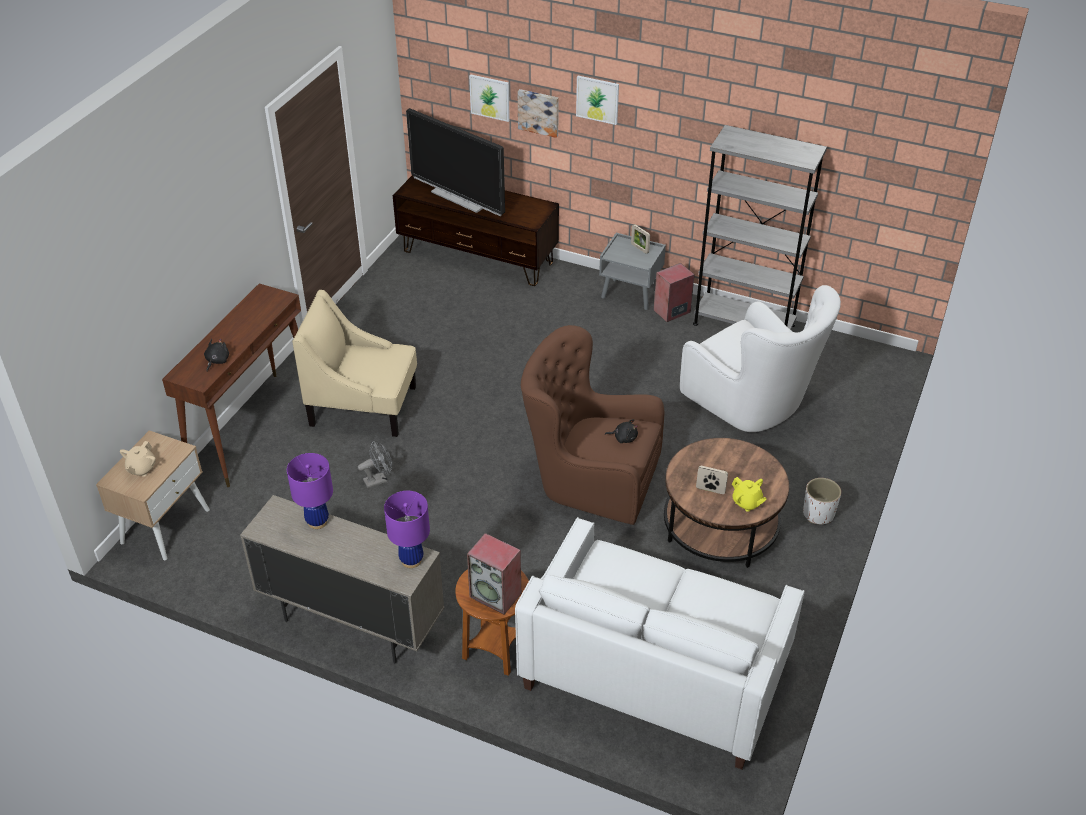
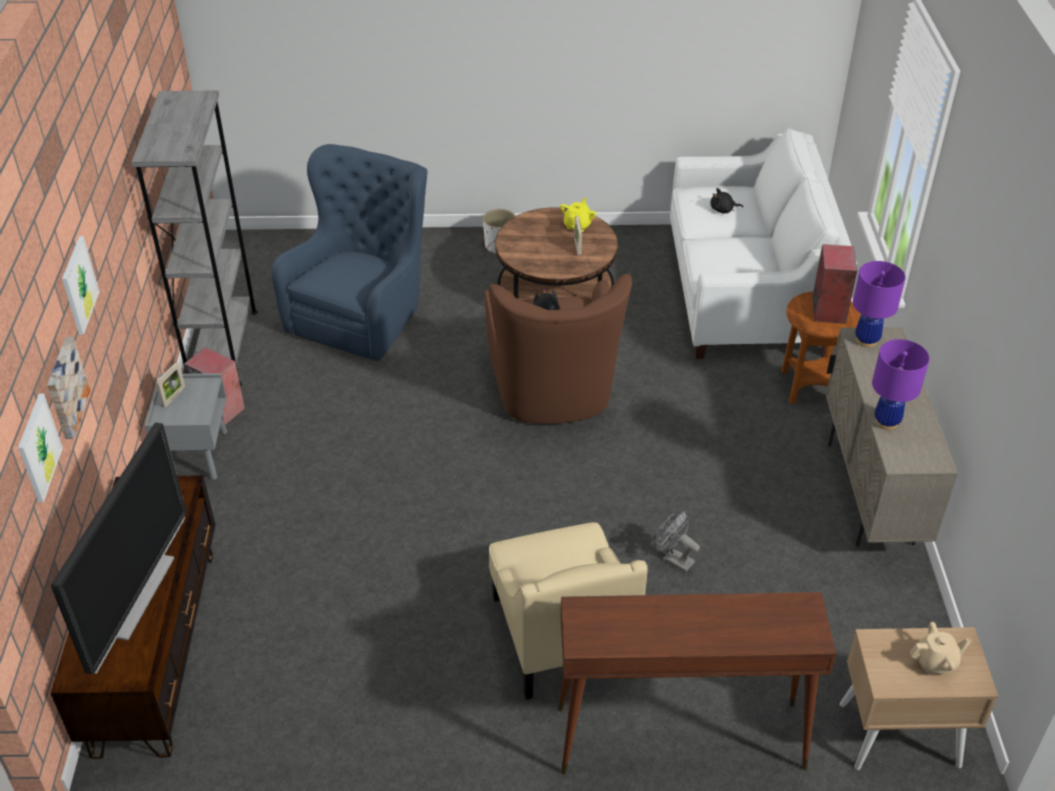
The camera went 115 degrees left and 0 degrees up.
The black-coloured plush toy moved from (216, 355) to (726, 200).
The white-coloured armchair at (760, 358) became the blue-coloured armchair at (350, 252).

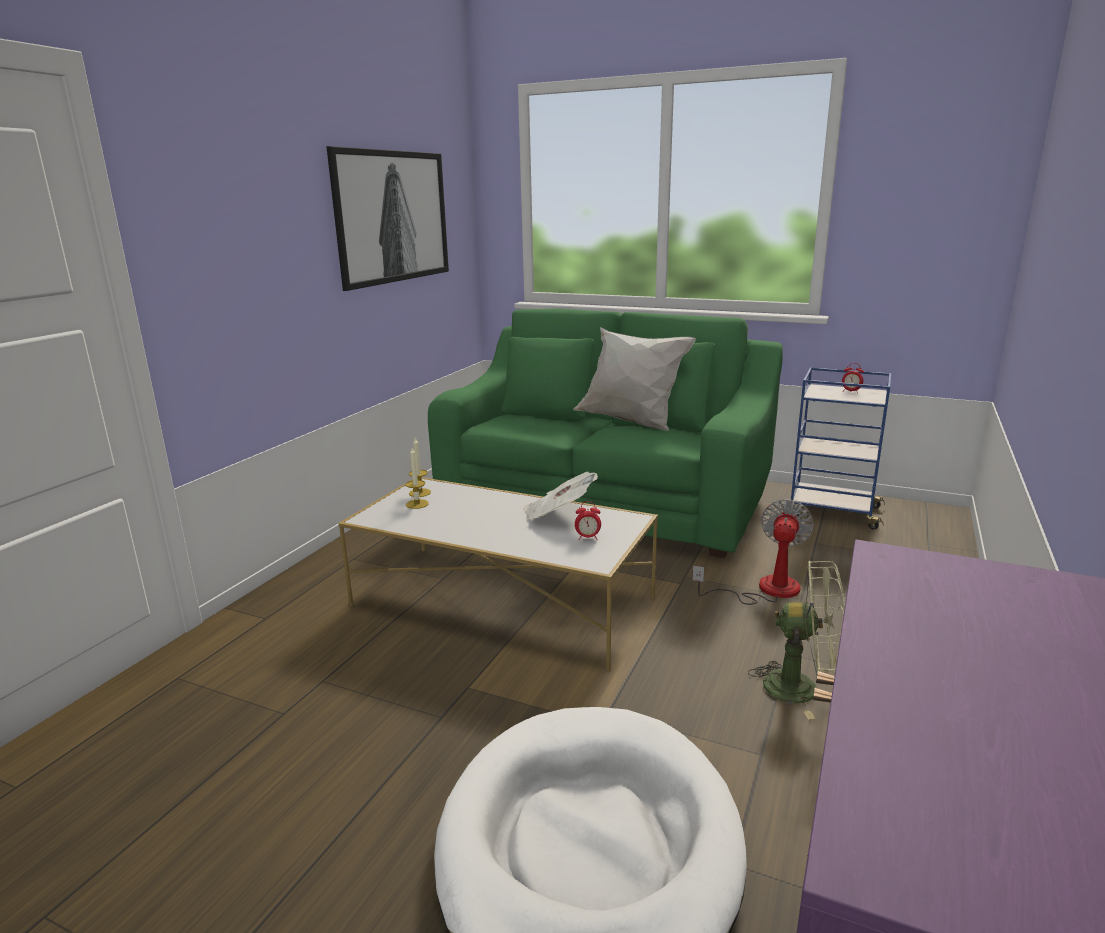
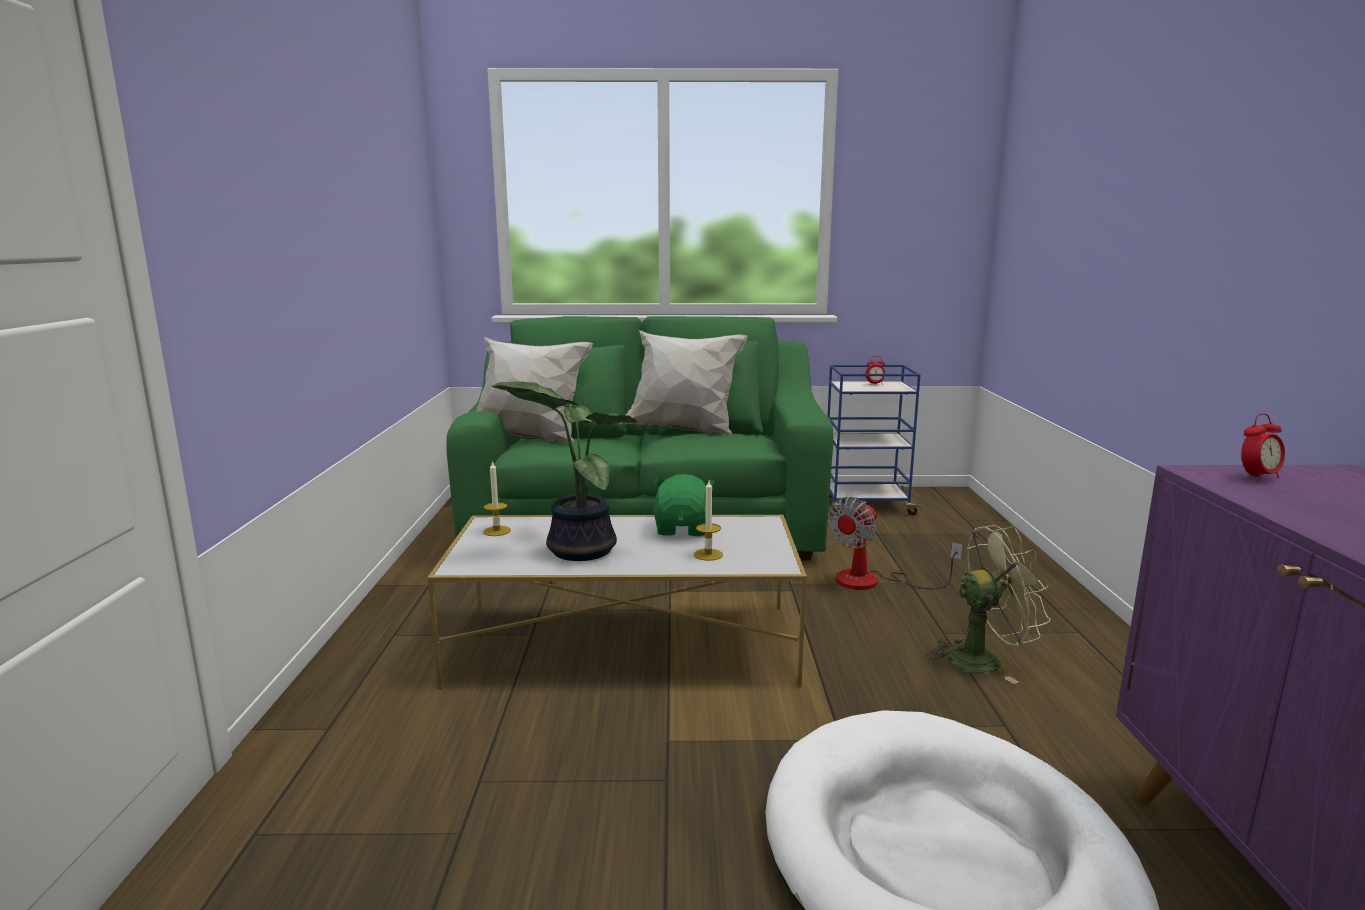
The camera went 25 degrees left and 5 degrees down.
The picture at (387, 218) disappeared.
The wax light moved from (417, 478) to (708, 521).
The printed paper at (560, 496) was replaced by the greenish plush toy at (684, 505).
The table clock moved from (588, 520) to (1263, 447).
The fan at (753, 552) turned 135 degrees counterclockwise.
The white-coloured pillow at (535, 390) appeared.
The potted plant at (566, 471) appeared.

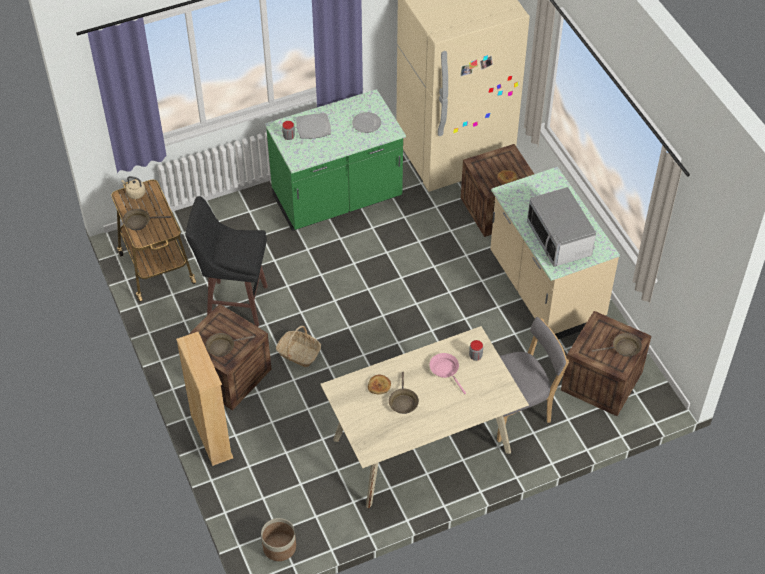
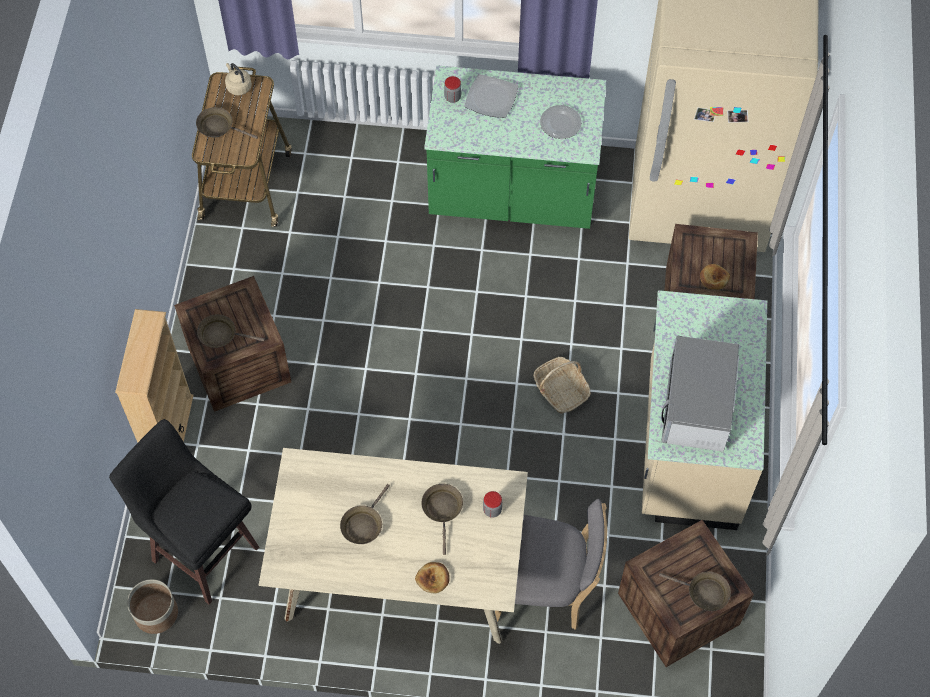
The camera went 30 degrees right and 10 degrees up.
The black-coloured sitting stool moved from (227, 261) to (184, 511).
The storage basket moved from (298, 346) to (562, 385).
The bread moved from (379, 384) to (432, 578).
The pinkish skillet at (448, 373) became the brownish skillet at (442, 519).

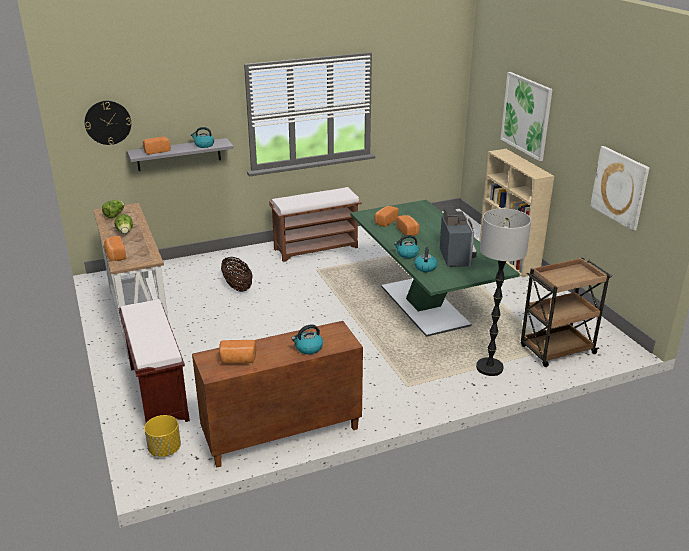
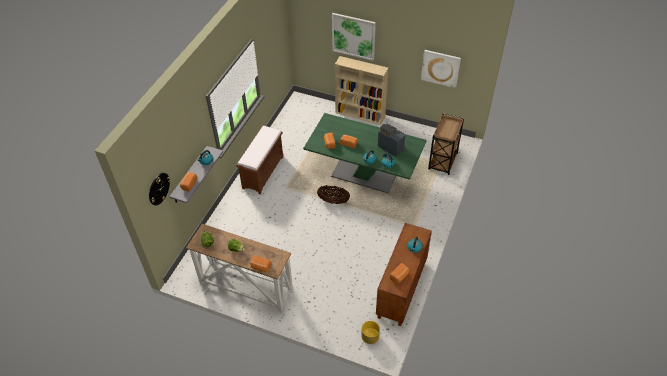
The camera went 45 degrees left and 20 degrees up.
The brownish long seat at (154, 361) disappeared.
The storage basket moved from (236, 274) to (333, 194).
The standard lamp at (503, 292) disappeared.

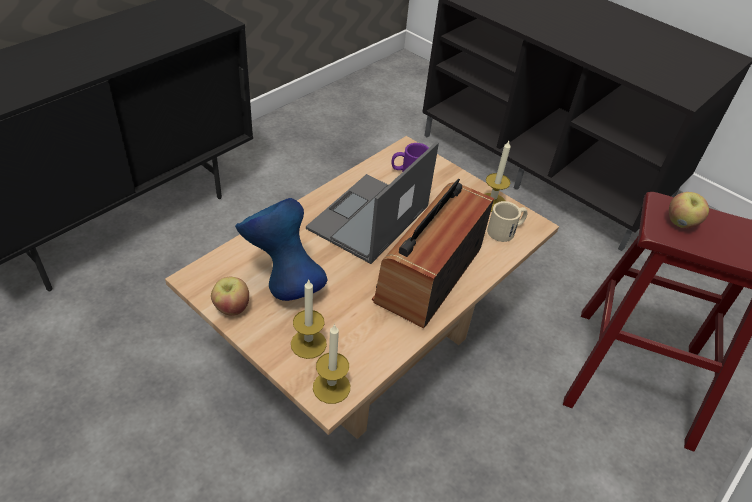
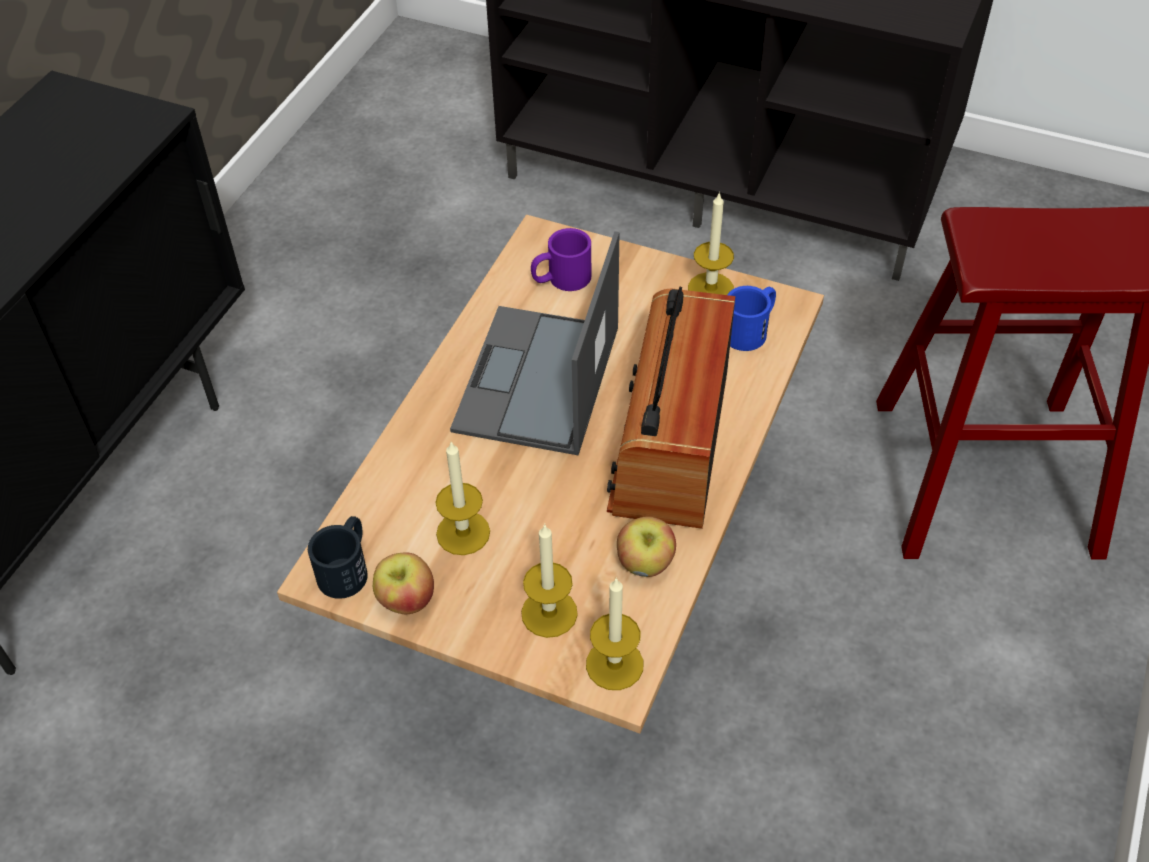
The camera went 15 degrees left and 5 degrees up.
The blue-coloured flower vase at (281, 249) was replaced by the wax light at (462, 498).
The beige-coloured mug at (507, 221) became the blue-coloured mug at (751, 318).
The apple fruit moved from (689, 210) to (646, 546).
The black-coloured mug at (338, 557) appeared.

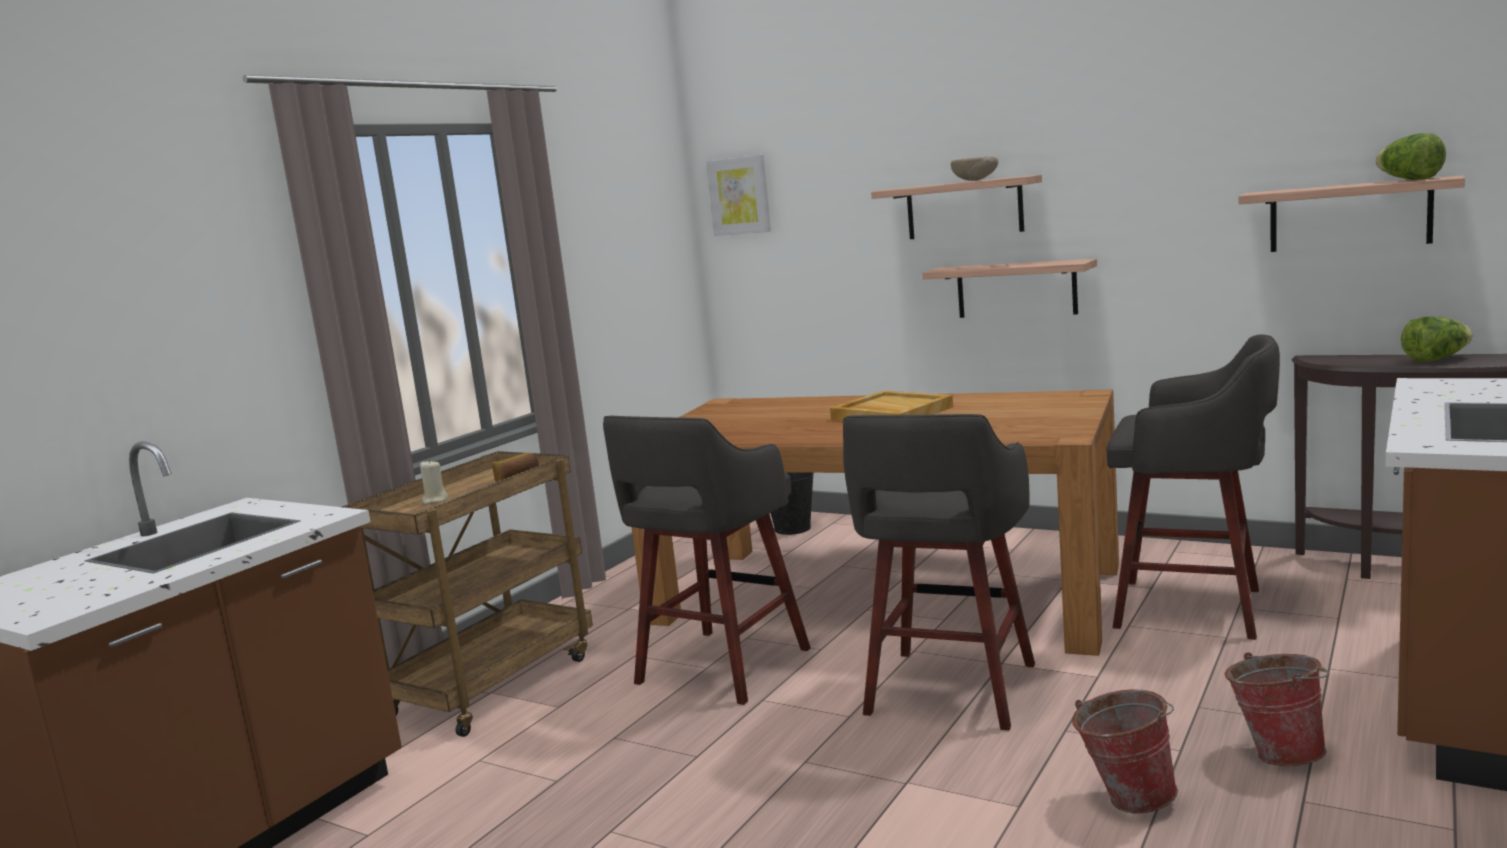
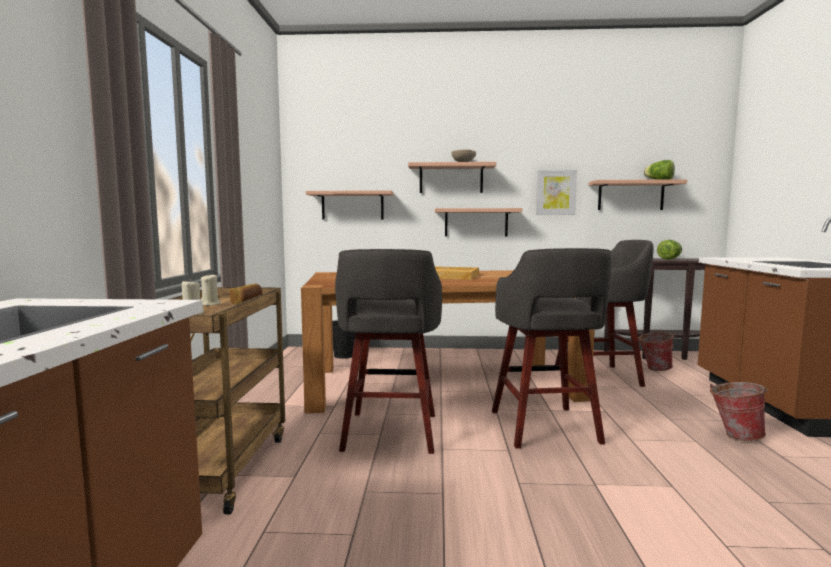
The camera went 30 degrees left and 5 degrees down.
The picture moved from (738, 195) to (556, 192).
The bucket moved from (1125, 751) to (656, 351).
The beige-coloured wax light at (211, 290) appeared.
The shelf at (350, 205) appeared.

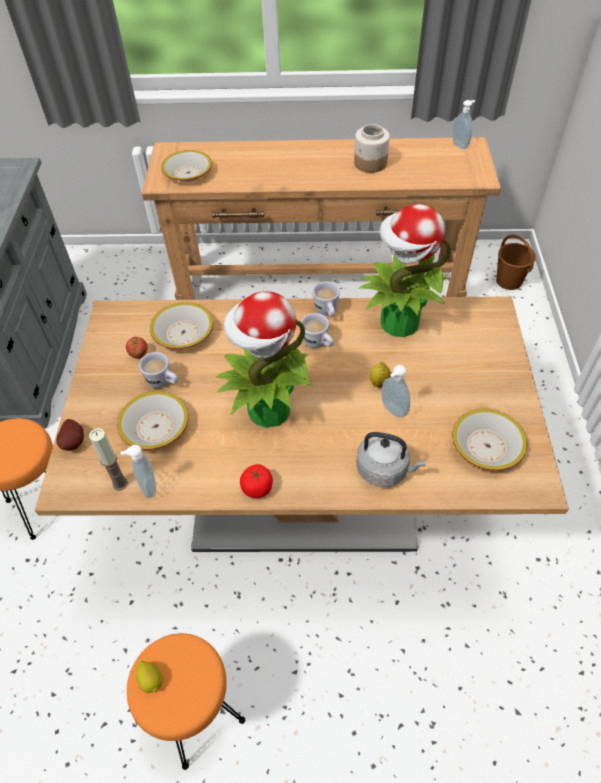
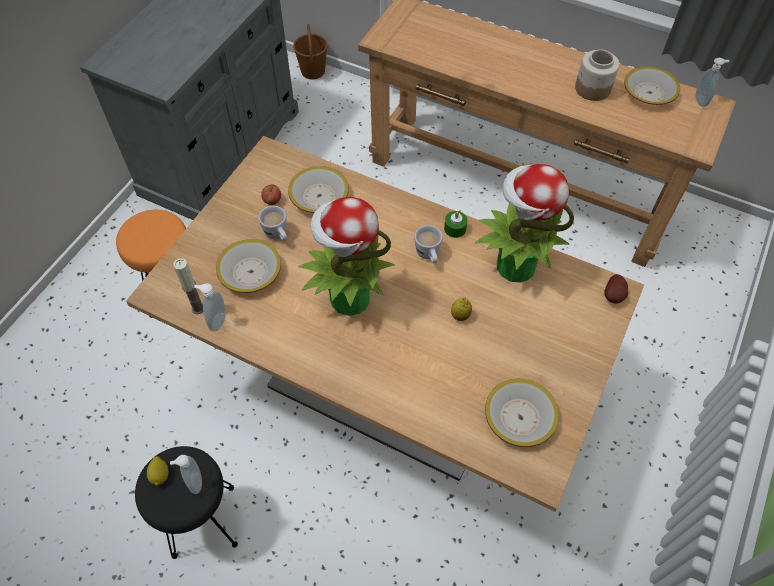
The camera went 25 degrees right and 5 degrees up.
The whole potato moved from (70, 435) to (616, 289).
The orangey sitting stool at (186, 701) became the black-coloured sitting stool at (186, 502).
The serving bowl moved from (186, 166) to (652, 85).
The whole tomato at (256, 481) disappeared.
The white-coloured mug at (326, 299) was replaced by the greenish wax light at (456, 224).
The gray water kettle at (391, 459) disappeared.
The liquid soap bottle moved from (395, 391) to (186, 474).
The brownish bucket moved from (516, 262) to (310, 51).

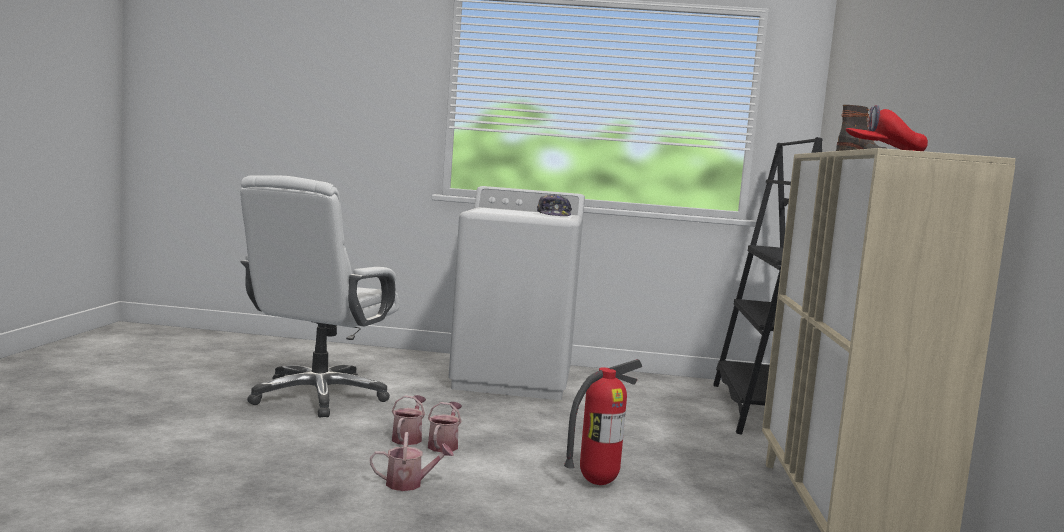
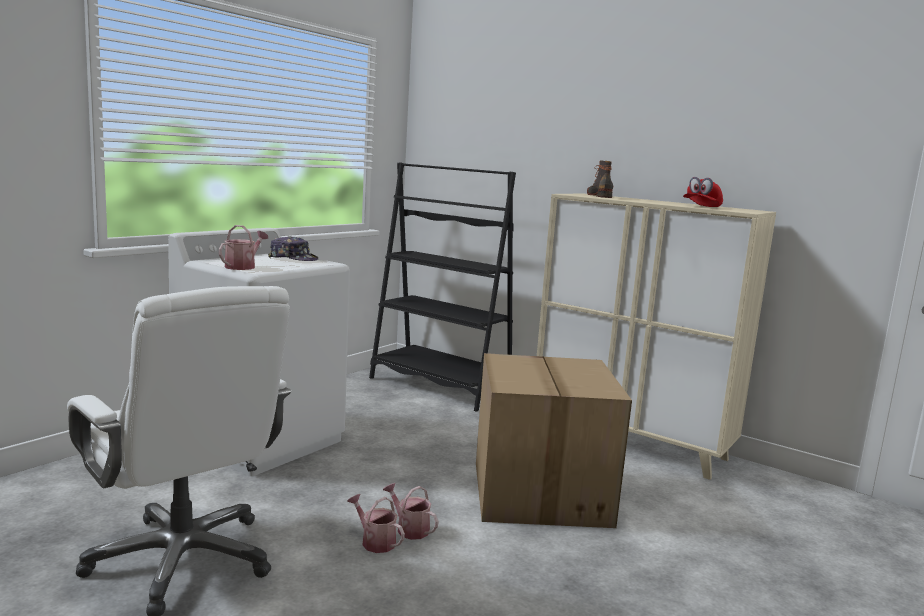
The camera went 60 degrees left and 5 degrees up.
The watering pot moved from (412, 461) to (243, 247).
The fire extinguisher at (603, 422) was replaced by the carton at (554, 440).

